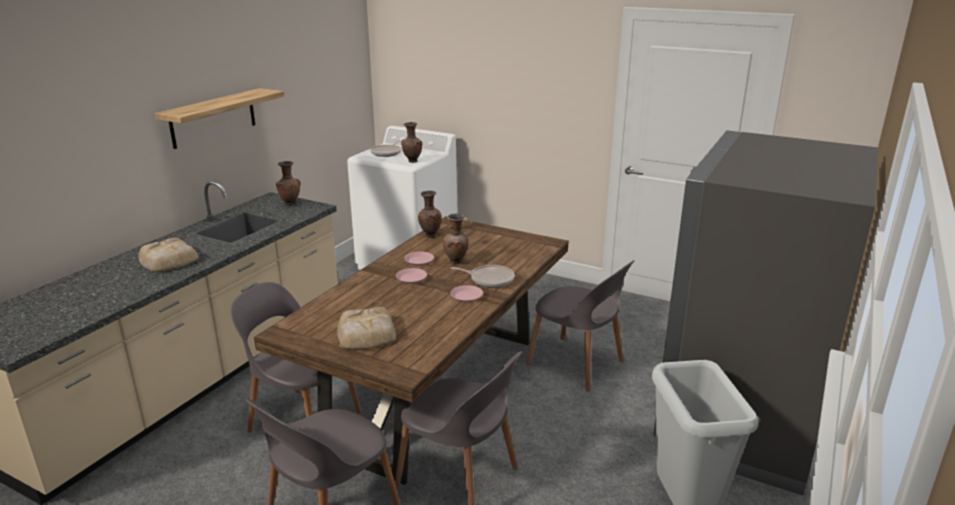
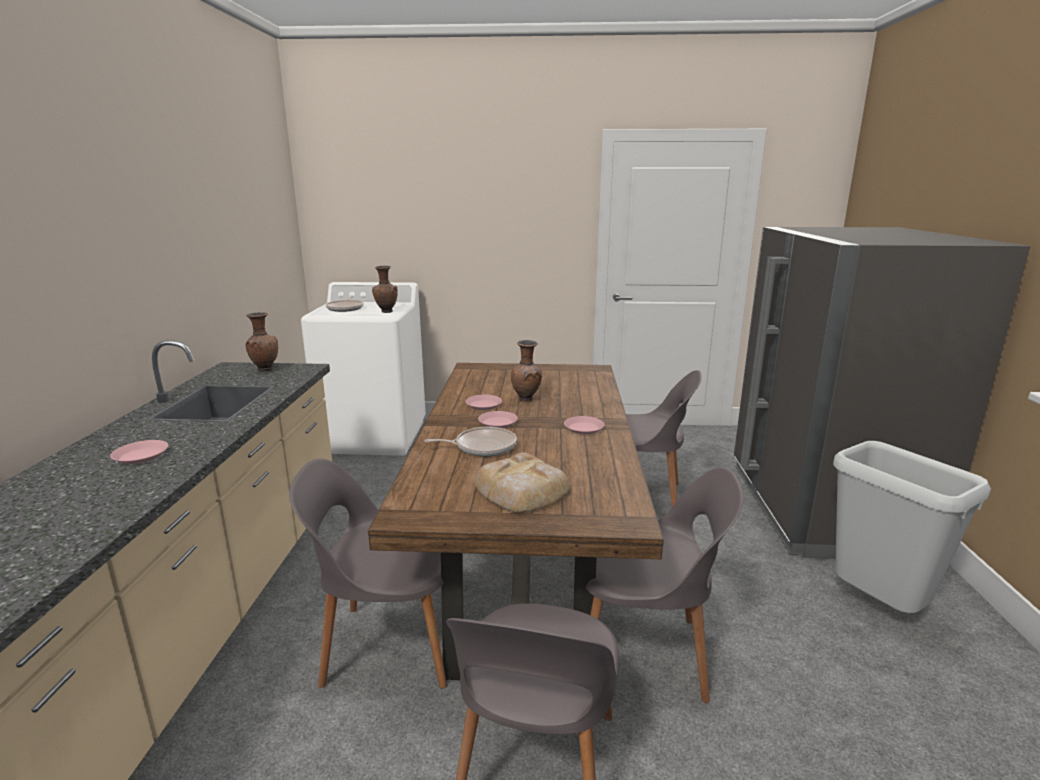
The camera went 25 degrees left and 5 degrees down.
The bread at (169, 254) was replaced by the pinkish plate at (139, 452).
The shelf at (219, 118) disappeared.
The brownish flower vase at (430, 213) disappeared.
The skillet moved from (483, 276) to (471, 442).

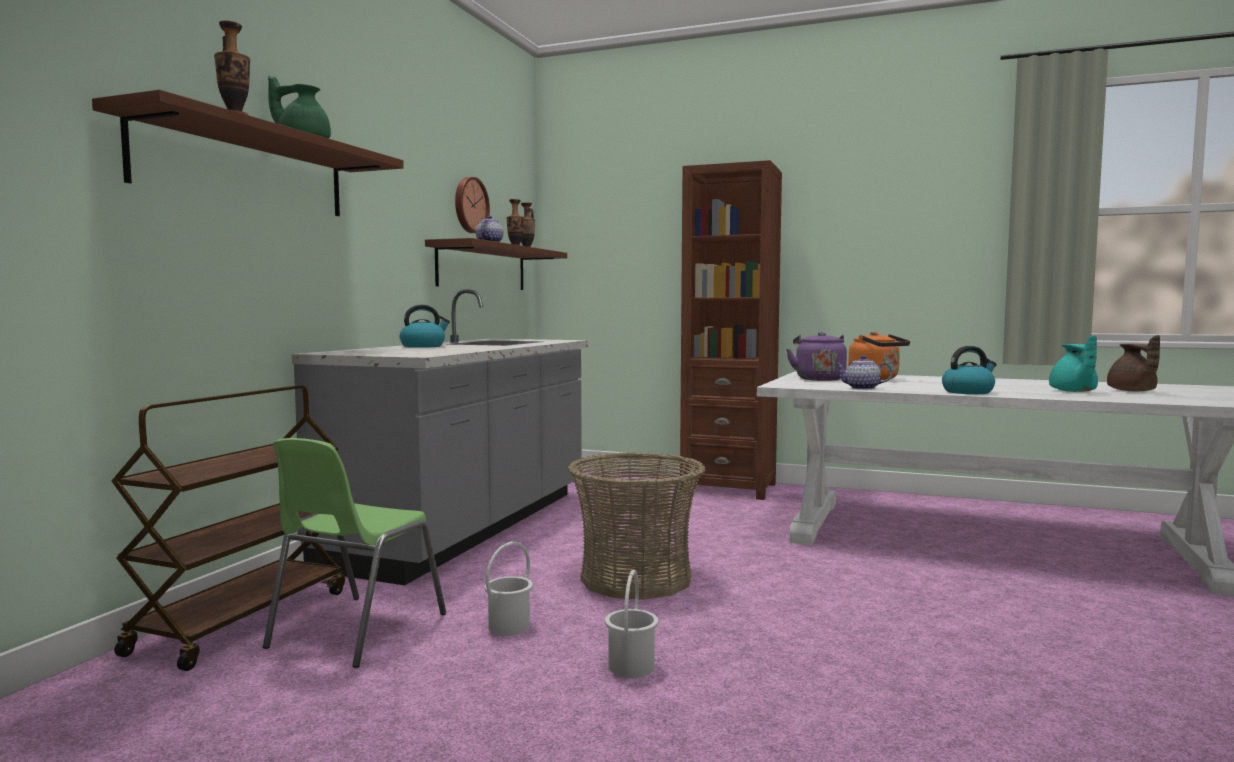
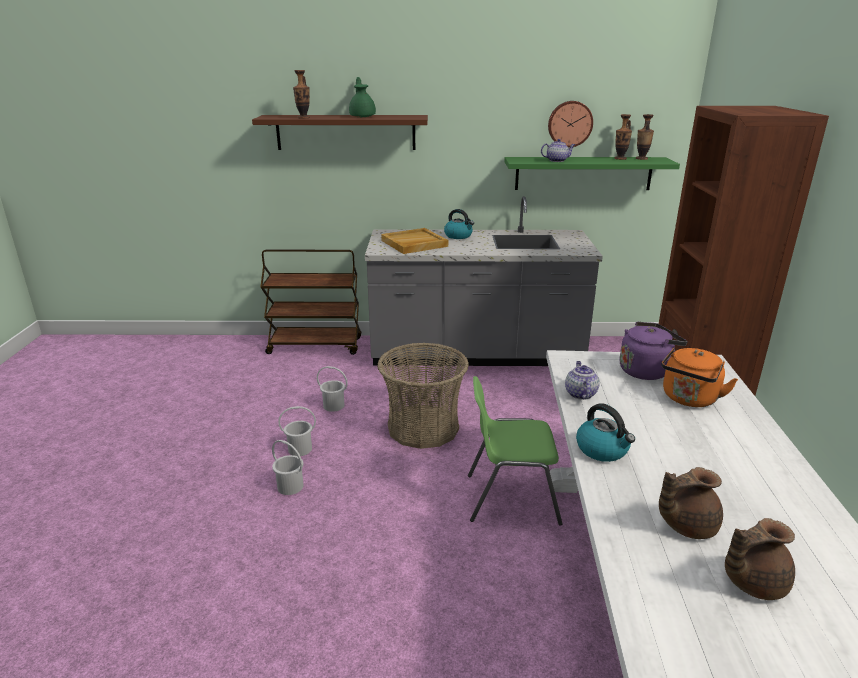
The camera went 70 degrees right and 20 degrees up.
The greenish plain chair moved from (354, 553) to (515, 450).
The brownish shelf at (496, 264) became the greenish shelf at (592, 173).
The turquoise-coloured pot for tea at (1073, 363) became the brownish pot for tea at (691, 503).
The white-coloured bucket at (288, 467) appeared.
The beige-coloured serving tray at (414, 241) appeared.

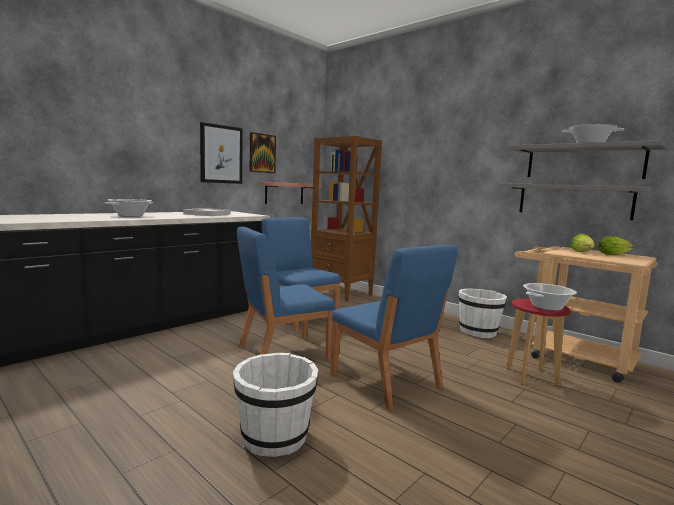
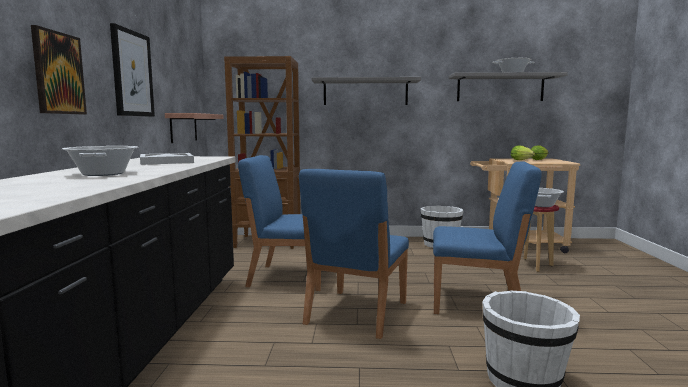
The camera went 40 degrees left and 0 degrees up.
The picture moved from (263, 152) to (59, 69).
The gray shelf moved from (576, 201) to (366, 91).

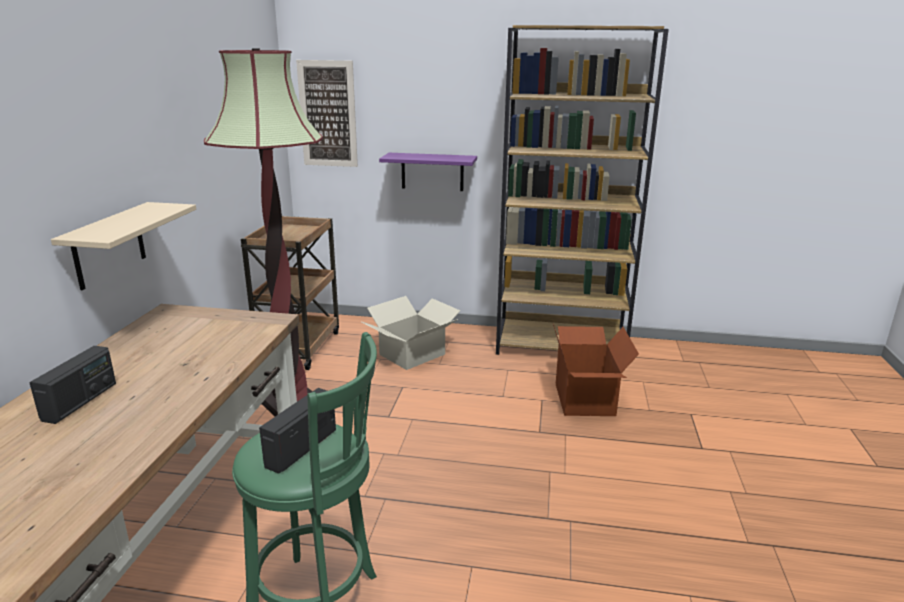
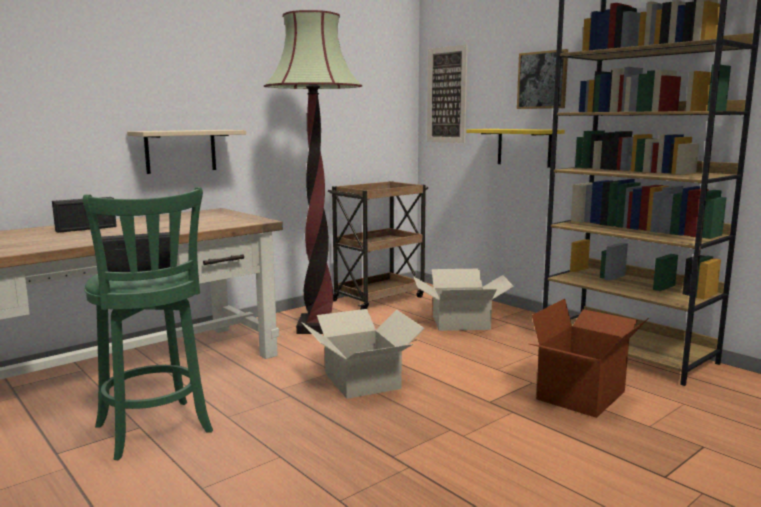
The camera went 40 degrees right and 10 degrees down.
The purple shelf at (428, 172) became the yellow shelf at (515, 148).
The carton at (362, 354) appeared.
The picture at (542, 79) appeared.

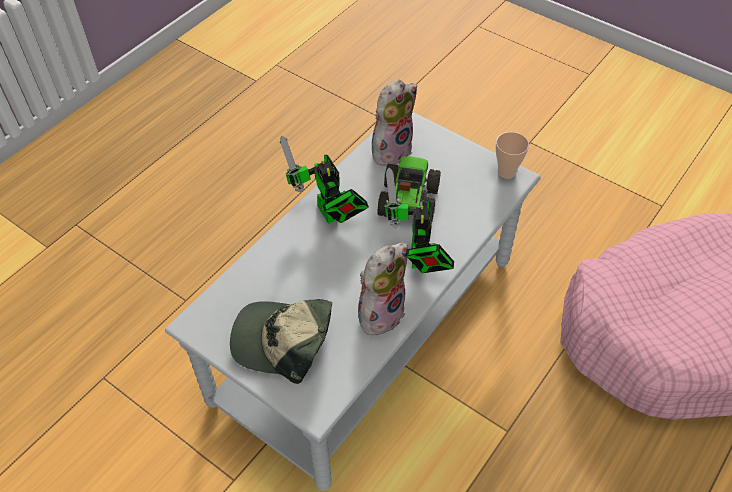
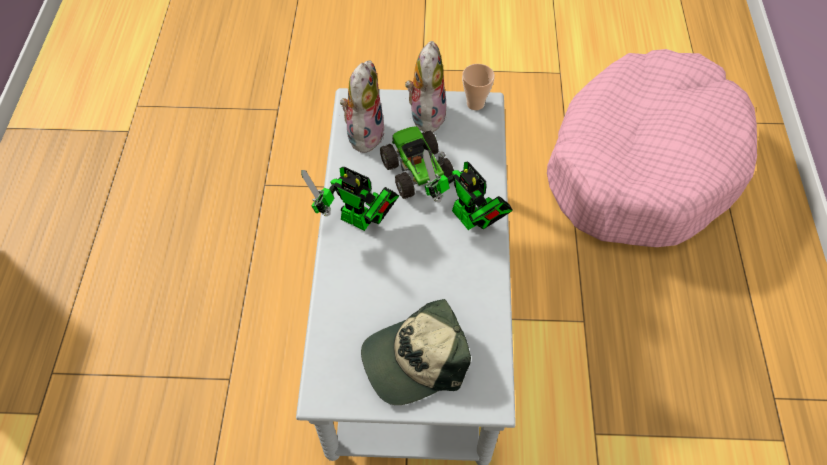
The camera went 35 degrees left and 5 degrees up.
The plush toy moved from (383, 289) to (425, 87).

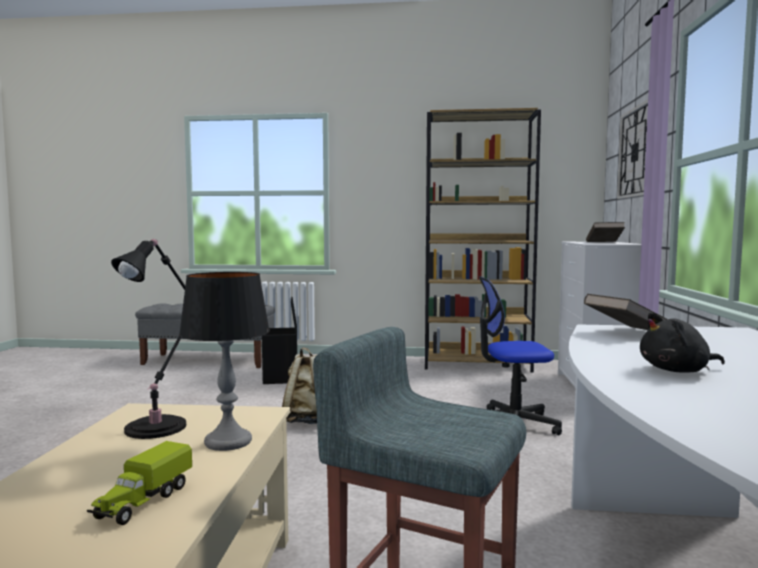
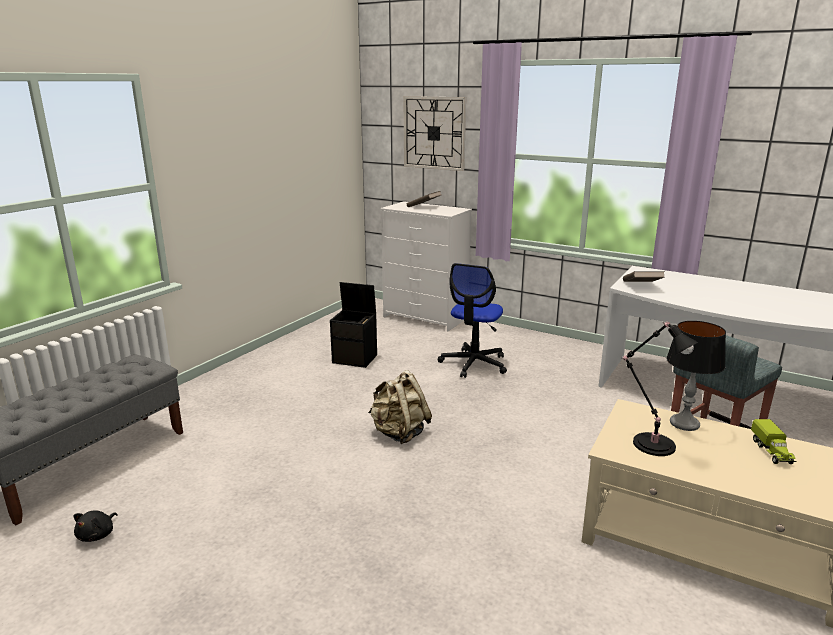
The camera went 65 degrees left and 15 degrees up.
The toy lorry at (139, 483) turned 45 degrees clockwise.
The black-coloured storage container moved from (279, 340) to (353, 325).
The brownish shelving unit at (483, 240) disappeared.
The black-coloured plush toy moved from (682, 343) to (95, 526).

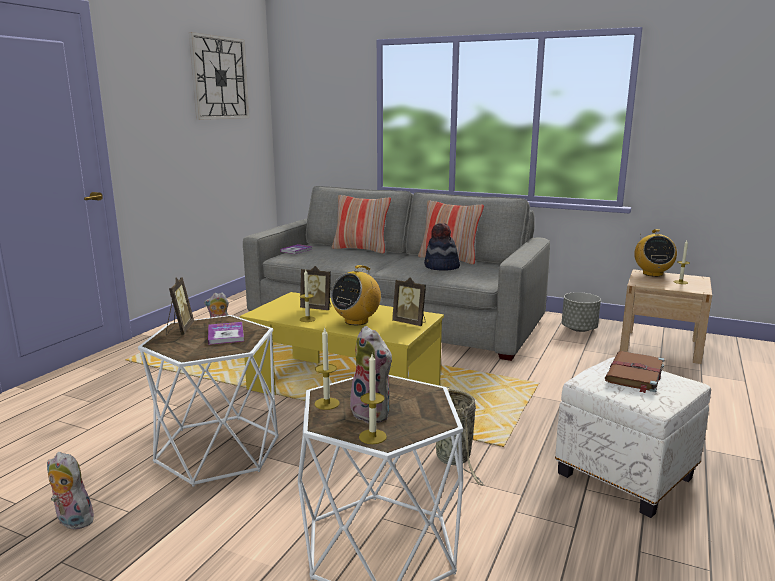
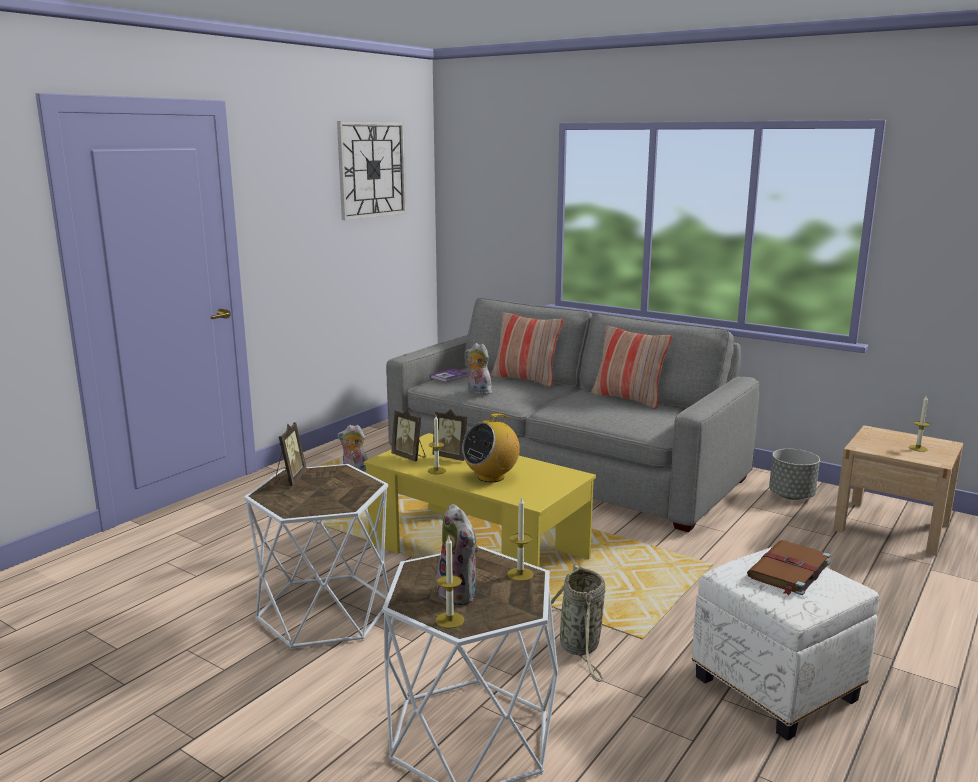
The camera went 10 degrees right and 0 degrees up.
The plush toy moved from (71, 491) to (478, 369).
The volume at (226, 333) disappeared.
The wax light moved from (327, 368) to (520, 539).
The picture frame moved from (409, 302) to (408, 435).
The wearable hat at (442, 246) disappeared.
The radio receiver at (655, 253) disappeared.

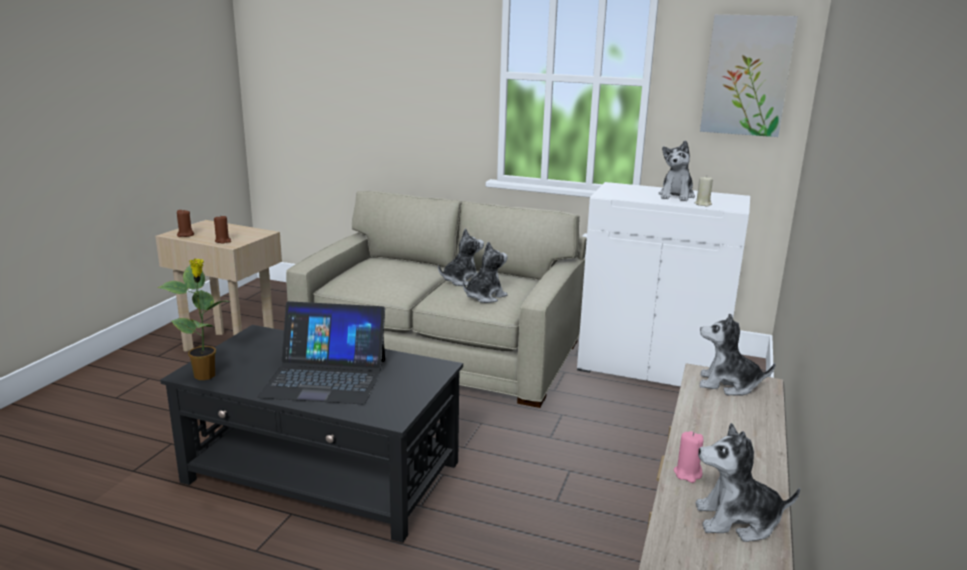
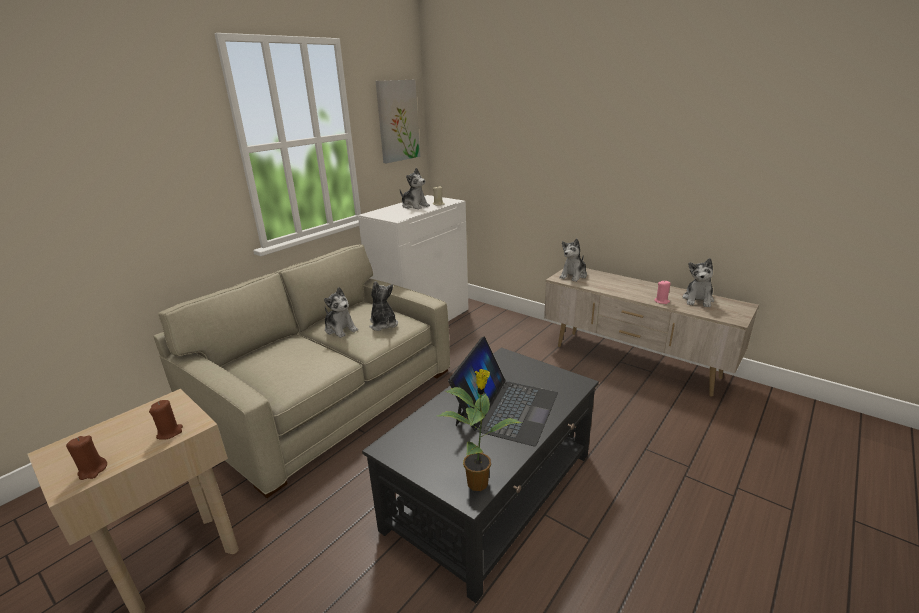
The camera went 70 degrees left and 5 degrees up.
The plush toy at (461, 257) turned 150 degrees clockwise.

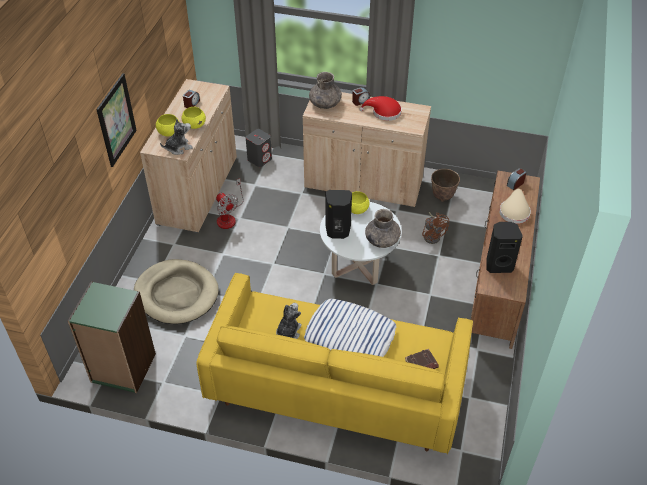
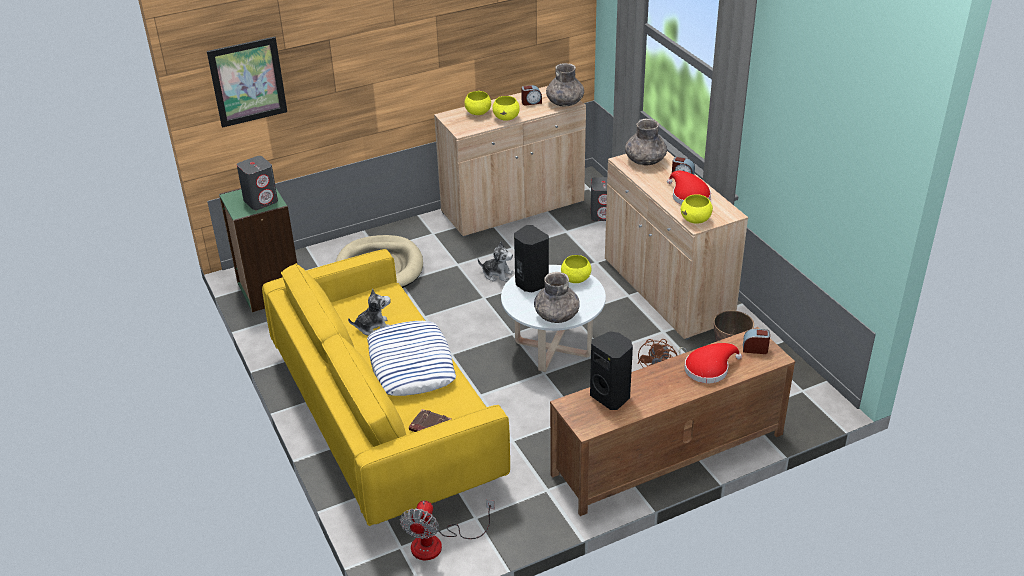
The camera went 50 degrees right and 10 degrees down.
The picture moved from (116, 120) to (247, 82).
The plush toy moved from (176, 137) to (495, 262).
The fan moved from (230, 203) to (447, 530).
The beige-coloured wearable hat at (515, 206) became the red wearable hat at (713, 363).
The gray loudspeaker at (257, 183) appeared.
The gray flower vase at (565, 85) appeared.
The yellow serving bowl at (697, 209) appeared.

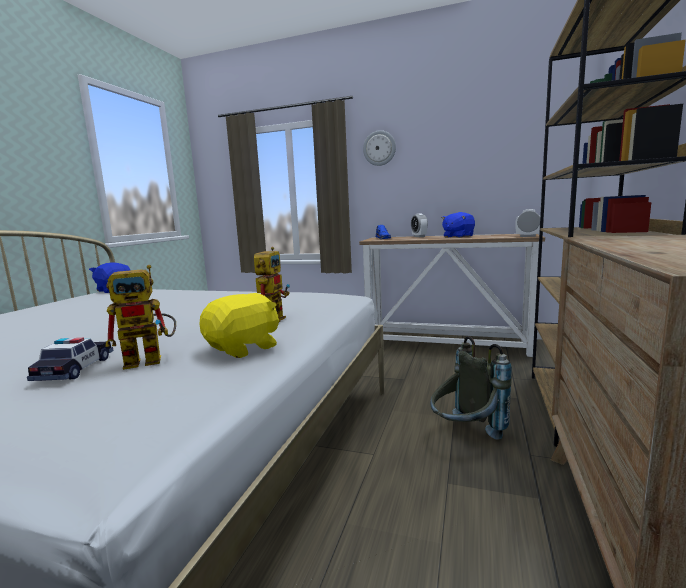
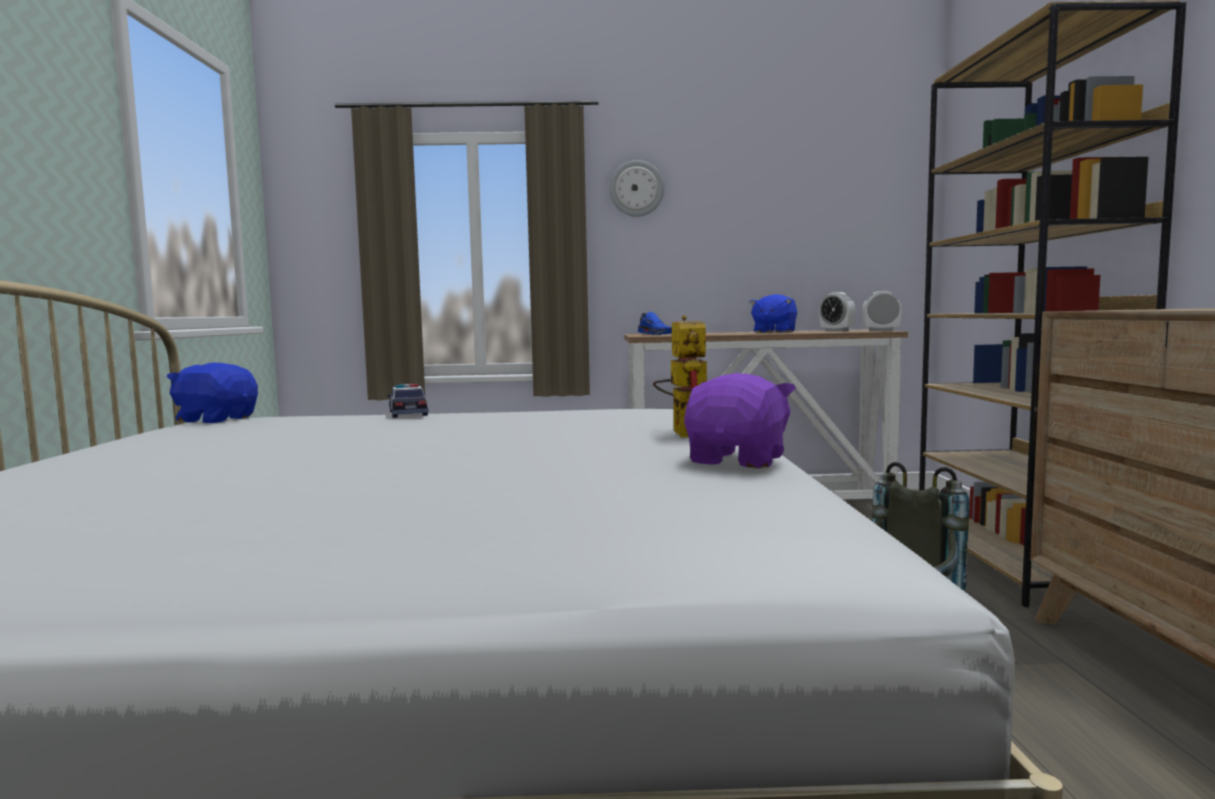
The camera went 20 degrees left and 5 degrees down.
The model car moved from (70, 359) to (408, 401).
The toy robot at (140, 317) disappeared.
The yellow plush toy at (239, 325) became the purple plush toy at (740, 421).
The table clock moved from (419, 225) to (837, 312).

